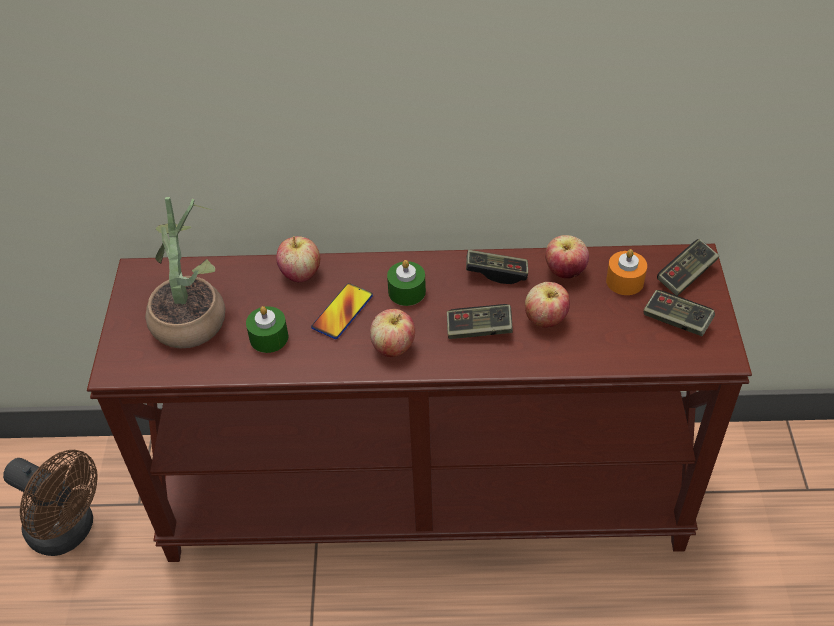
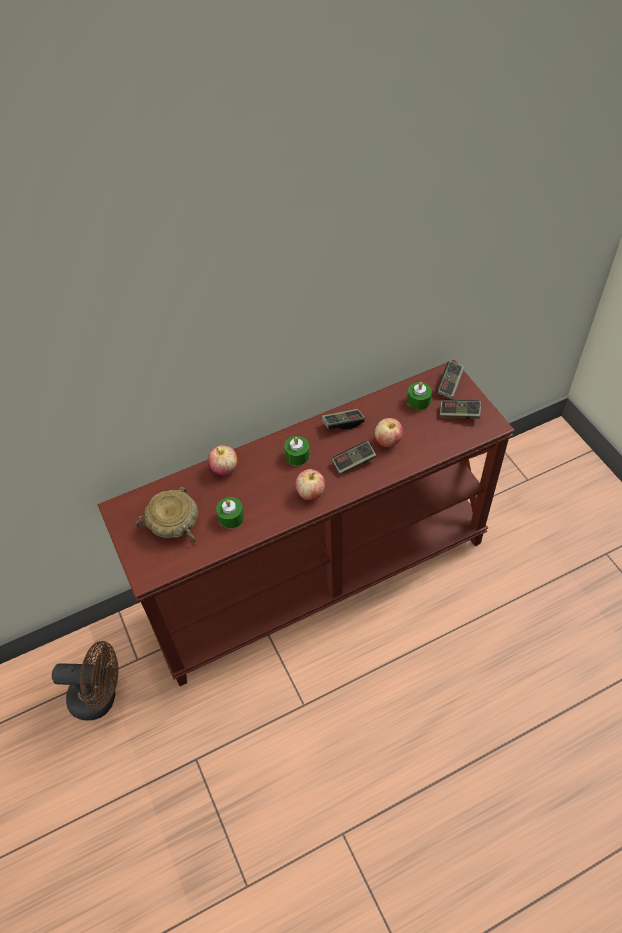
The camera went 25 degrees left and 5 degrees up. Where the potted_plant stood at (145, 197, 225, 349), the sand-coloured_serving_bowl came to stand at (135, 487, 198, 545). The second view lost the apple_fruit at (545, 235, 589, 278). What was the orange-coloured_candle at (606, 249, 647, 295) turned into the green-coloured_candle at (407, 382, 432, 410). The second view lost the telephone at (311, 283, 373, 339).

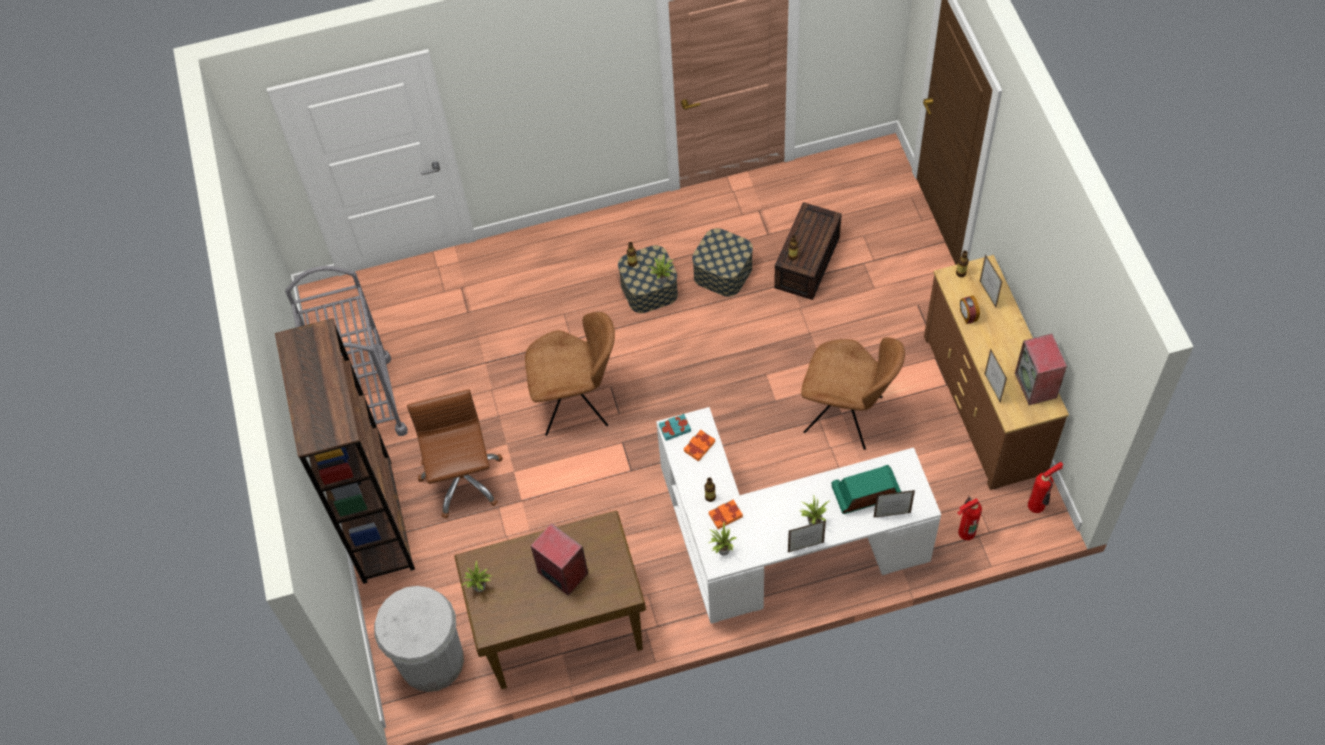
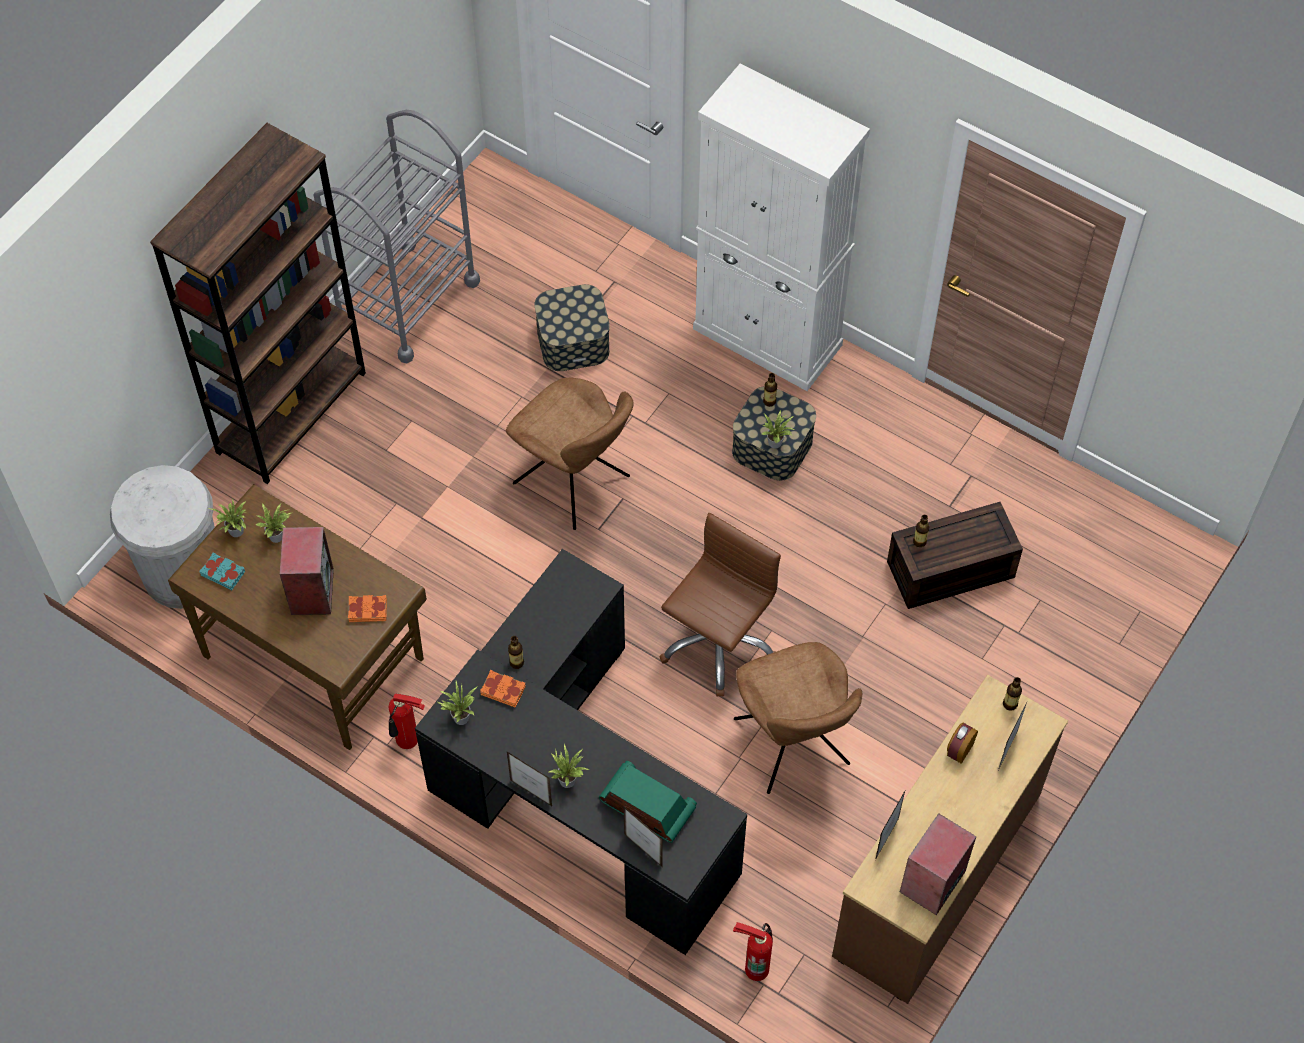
The camera went 45 degrees right and 0 degrees up. The storage_box ended up elsewhere, having gone from (692, 228, 753, 297) to (534, 284, 610, 371). The brown_desk_chair ended up elsewhere, having gone from (407, 389, 503, 519) to (659, 513, 781, 697). What was the white_desk_table at (656, 407, 941, 624) turned into the black-coloured_desk_table at (415, 549, 747, 955). The turquoise_bound_book ended up elsewhere, having gone from (659, 414, 691, 441) to (200, 552, 245, 590). The orange-coloured_bound_book ended up elsewhere, having gone from (684, 429, 715, 462) to (348, 595, 387, 622). The extinguisher ended up elsewhere, having gone from (1028, 462, 1063, 513) to (389, 693, 425, 749). The second view gained the white_cupboard at (693, 64, 870, 391). The second view gained the potted_plant at (255, 503, 291, 543).

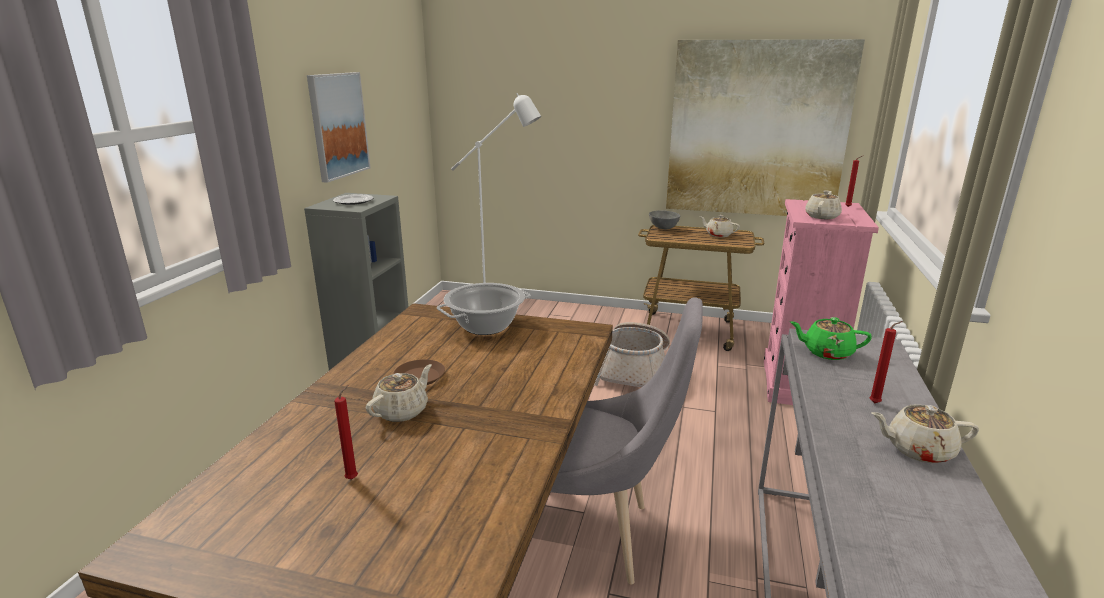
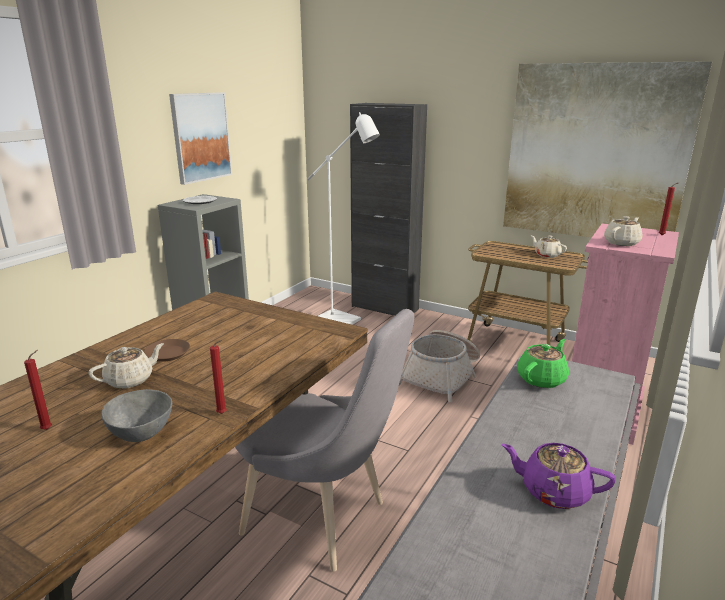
The camera went 15 degrees right and 0 degrees up. The gray_serving_bowl ended up elsewhere, having gone from (649, 210, 680, 229) to (101, 389, 172, 442). The second view lost the stockpot at (437, 283, 531, 335). The green-coloured_tea_pot at (790, 317, 872, 360) ended up facing another way, 105 degrees clockwise from before. The reddish_candle ended up elsewhere, having gone from (869, 321, 903, 403) to (210, 340, 227, 414). What was the sand-coloured_tea_pot at (871, 404, 979, 463) turned into the purple-coloured_tea_pot at (501, 443, 616, 509). The second view gained the black-coloured_cupboard at (350, 103, 427, 316).

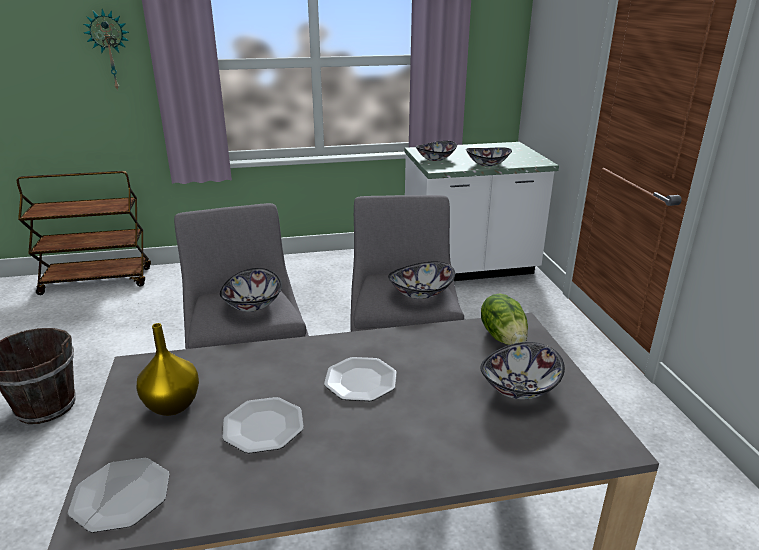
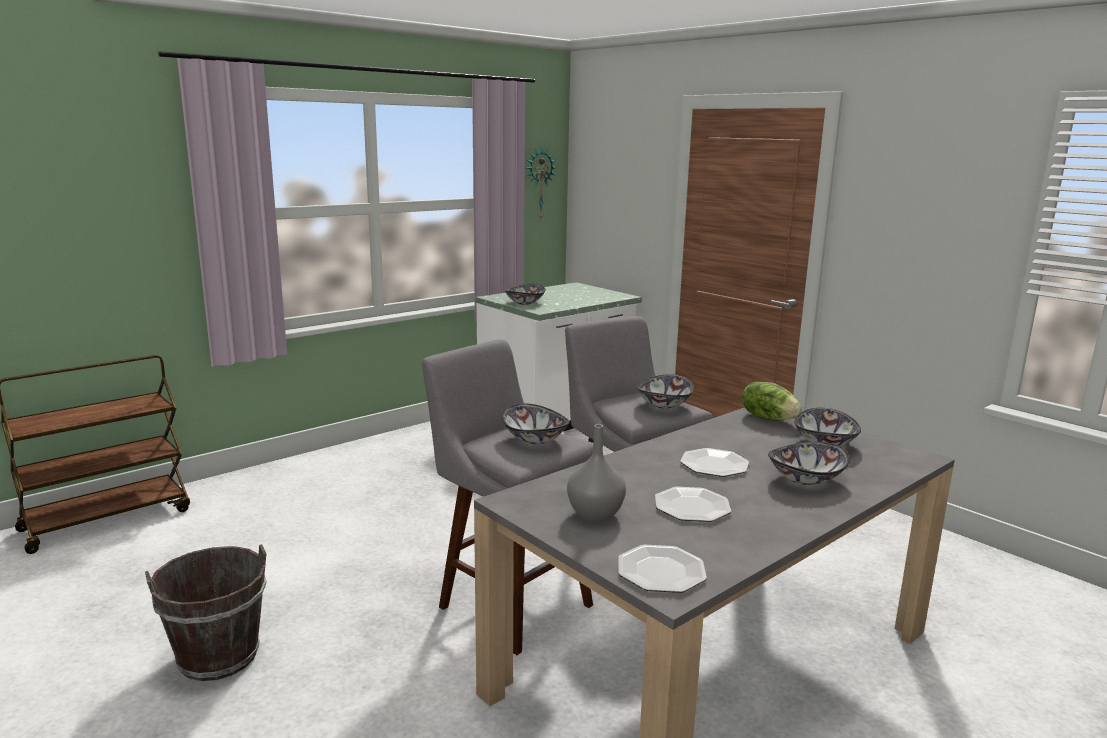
The camera went 30 degrees left and 10 degrees down. The clock_on_the_wall ended up elsewhere, having gone from (84, 9, 129, 91) to (527, 148, 557, 219). The serving_bowl ended up elsewhere, having gone from (466, 147, 512, 166) to (768, 442, 850, 485). What was the yellowish_flower_vase at (136, 323, 199, 416) turned into the gray_flower_vase at (567, 424, 626, 522).

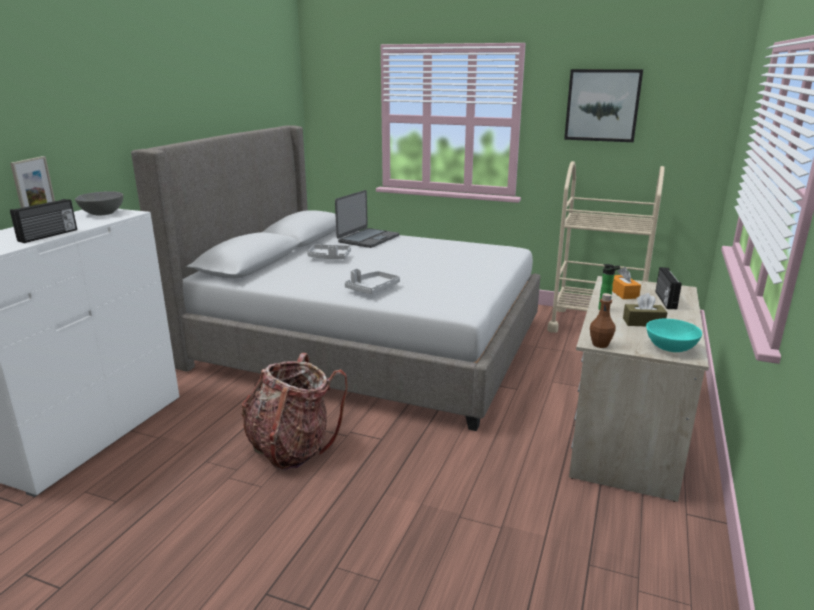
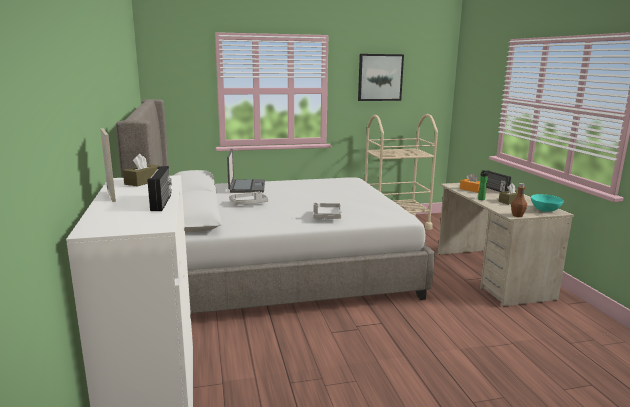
The camera went 35 degrees left and 5 degrees down. Where the gray_serving_bowl stood at (75, 191, 123, 215), the brown_tissue_holder came to stand at (123, 154, 159, 187). The second view lost the backpack at (241, 353, 348, 471).

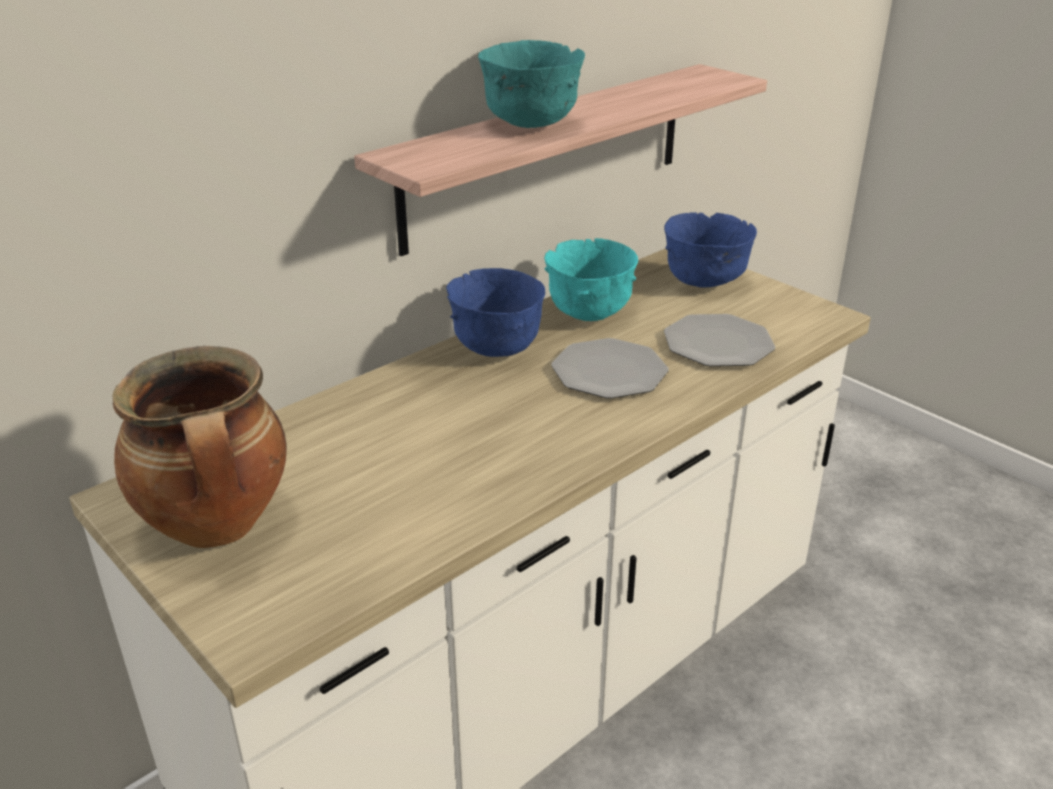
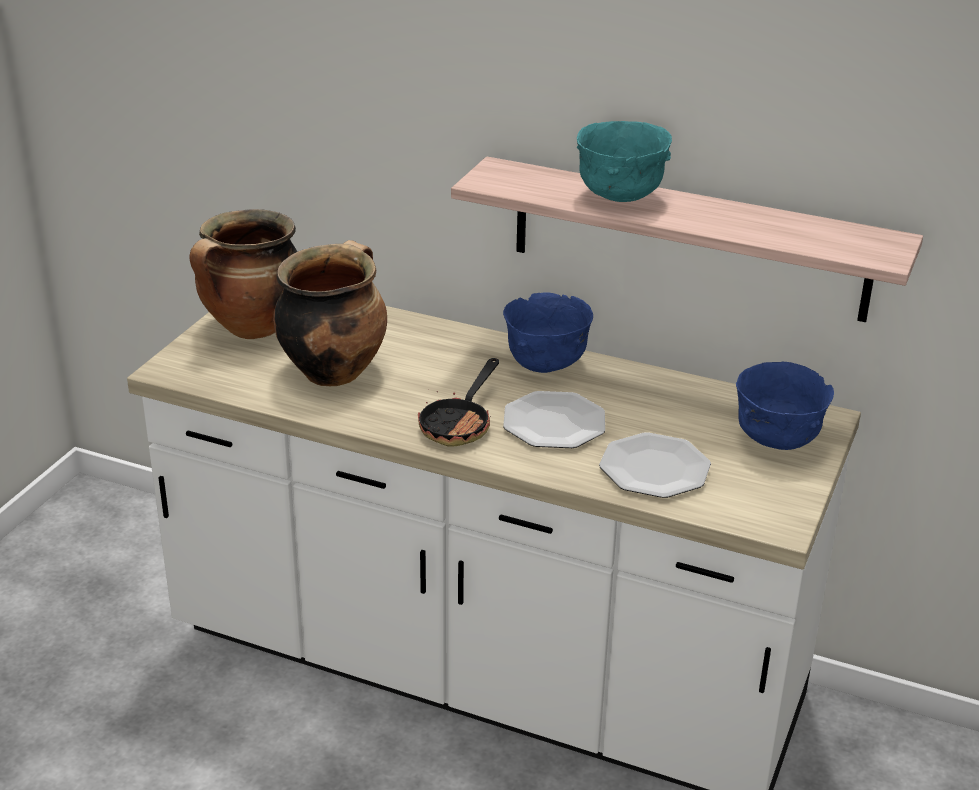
The camera went 65 degrees right and 0 degrees up. The second view lost the turquoise_serving_bowl at (544, 238, 638, 321). The second view gained the stockpot at (273, 240, 387, 386). The second view gained the skillet at (418, 358, 499, 447).

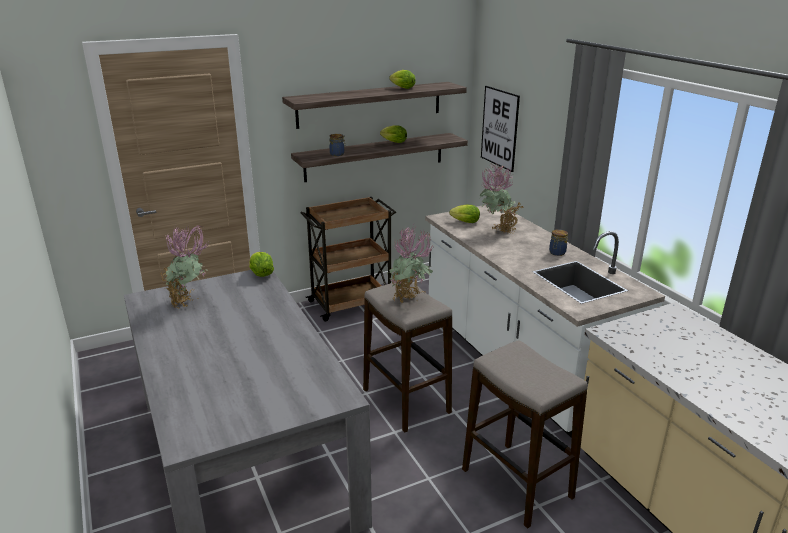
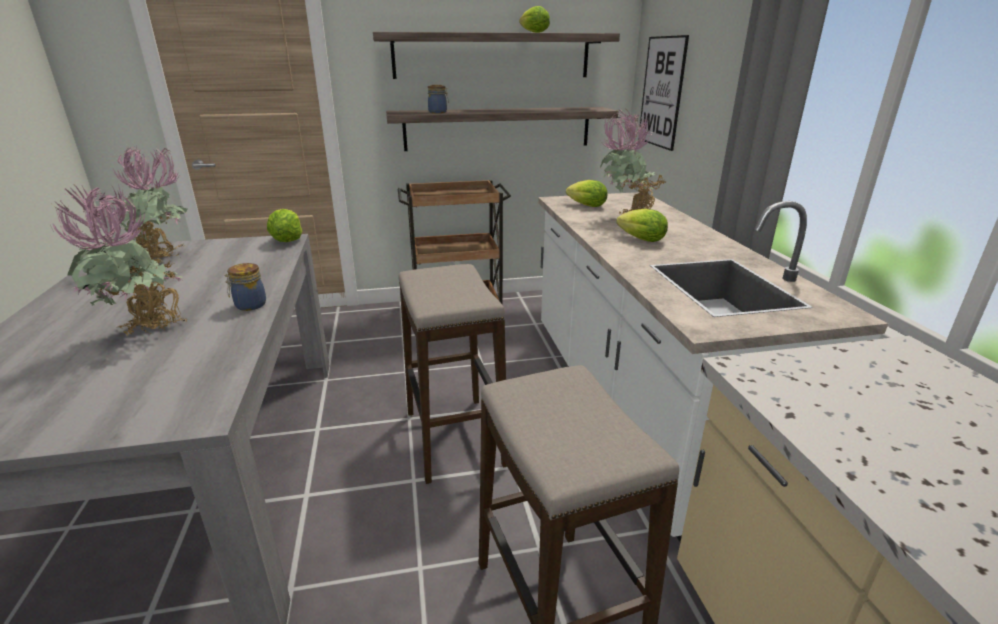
The camera went 15 degrees right and 0 degrees up. The lettuce ended up elsewhere, having gone from (380, 125, 407, 143) to (616, 209, 668, 242). The potted_plant ended up elsewhere, having gone from (387, 225, 433, 303) to (50, 184, 186, 335). The storage_jar ended up elsewhere, having gone from (549, 229, 568, 256) to (224, 263, 266, 311).

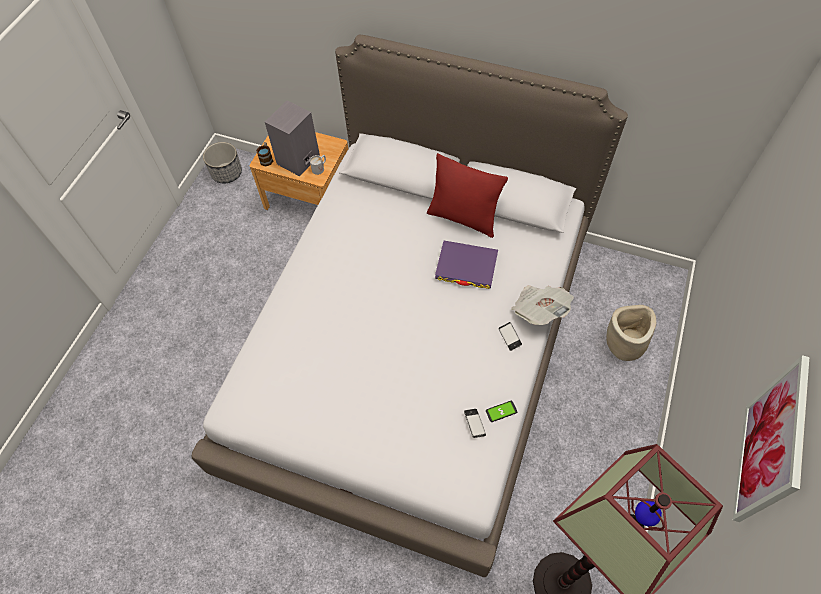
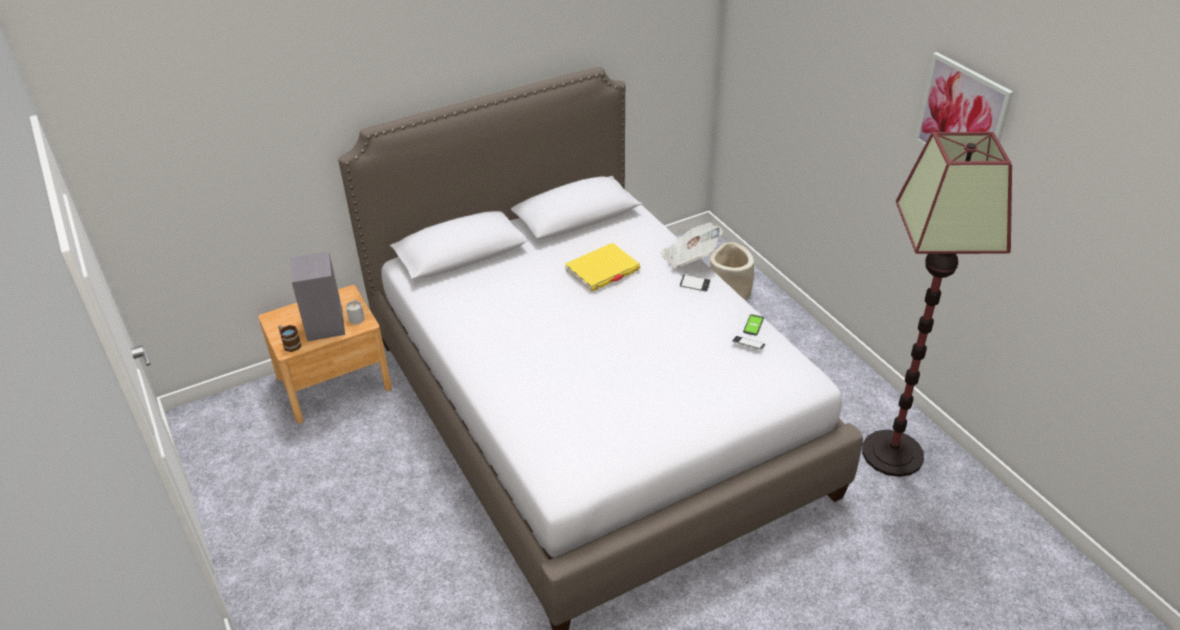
The camera went 50 degrees left and 20 degrees down. The second view lost the flower_pot at (203, 142, 242, 183). The second view lost the reddish_cushion at (427, 153, 508, 238). What was the purple-coloured_bound_book at (435, 241, 498, 289) turned into the yellowish_bound_book at (565, 243, 640, 291).

